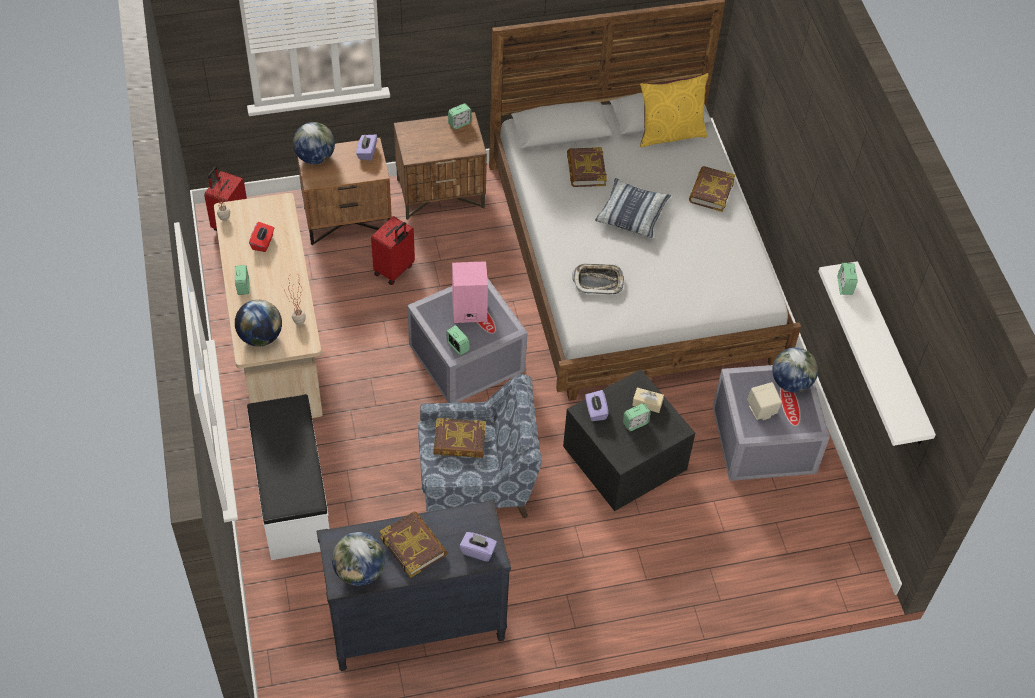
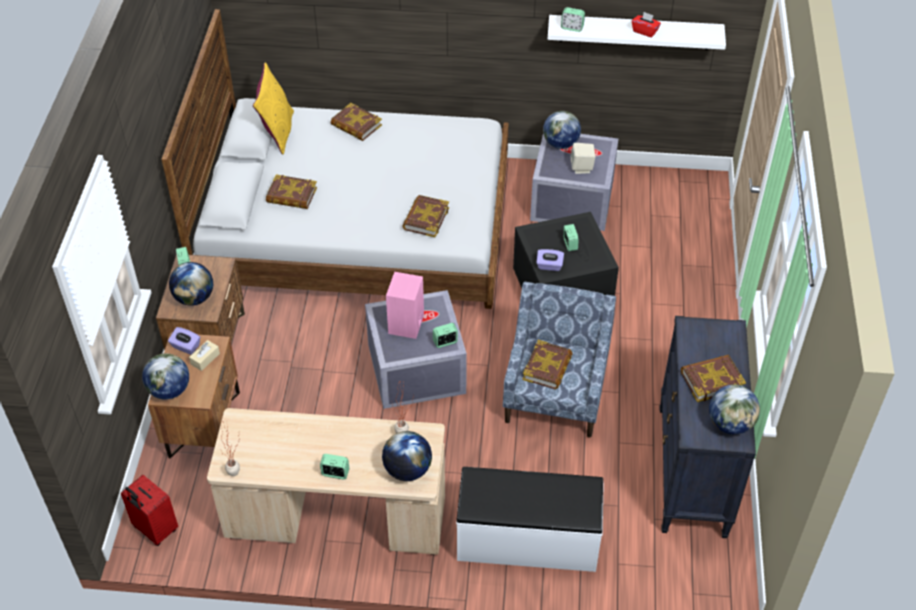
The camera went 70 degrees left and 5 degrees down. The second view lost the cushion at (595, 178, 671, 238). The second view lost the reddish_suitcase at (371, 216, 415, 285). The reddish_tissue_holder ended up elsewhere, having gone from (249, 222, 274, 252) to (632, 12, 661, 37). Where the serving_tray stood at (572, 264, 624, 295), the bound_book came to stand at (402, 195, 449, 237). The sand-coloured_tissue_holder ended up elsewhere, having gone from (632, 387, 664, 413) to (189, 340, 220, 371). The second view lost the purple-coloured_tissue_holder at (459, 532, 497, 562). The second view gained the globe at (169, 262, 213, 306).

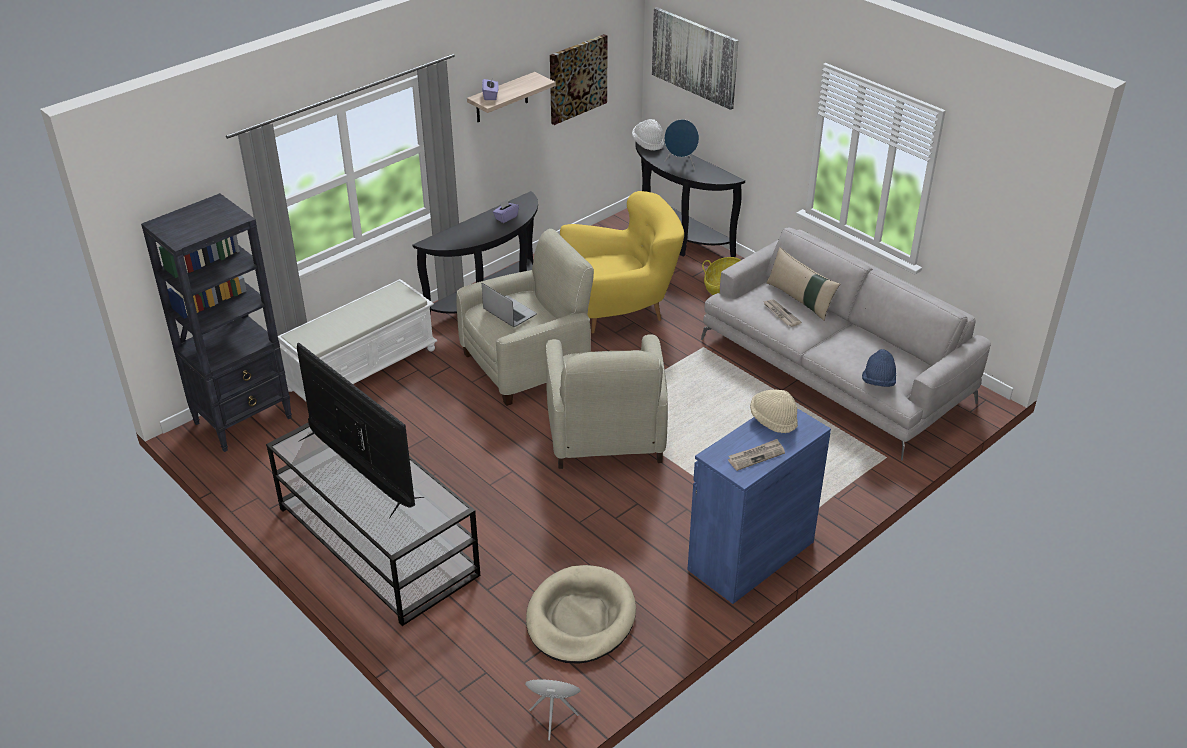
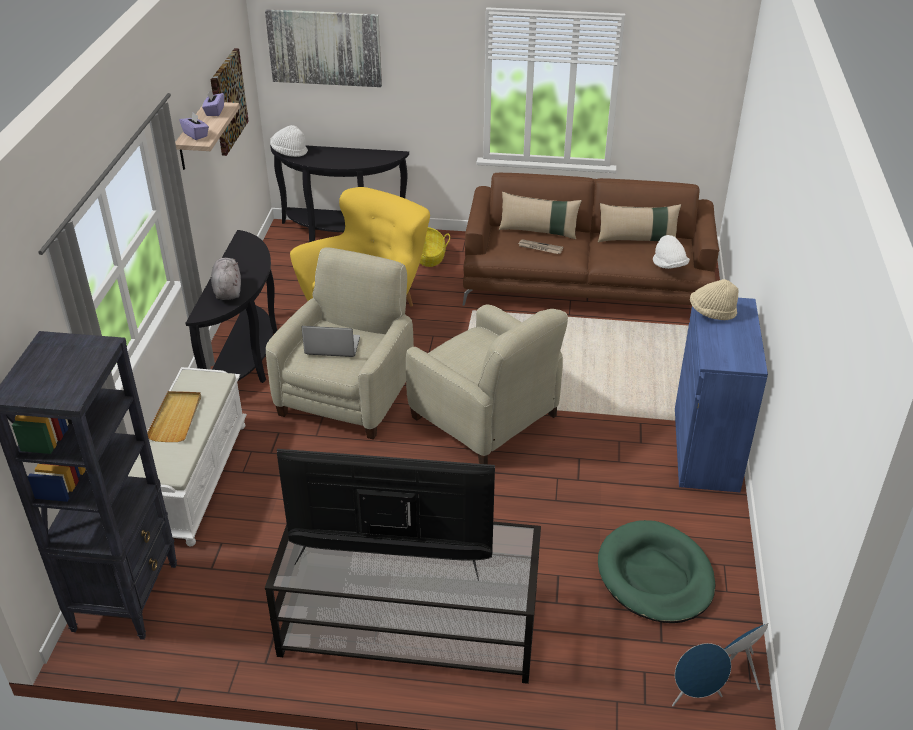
The camera went 40 degrees left and 0 degrees up. The blue_loudspeaker ended up elsewhere, having gone from (664, 119, 699, 169) to (672, 643, 731, 706). The purple-coloured_tissue_holder ended up elsewhere, having gone from (493, 199, 519, 223) to (202, 90, 224, 116). What was the gray_sofa at (701, 227, 991, 461) turned into the brown_sofa at (462, 173, 719, 306). What was the blue_wearable_hat at (862, 349, 896, 387) turned into the white_wearable_hat at (653, 235, 690, 269). The second view lost the printed_paper at (728, 439, 785, 471). What was the sand-coloured_pet_bed at (526, 565, 636, 664) turned into the green-coloured_pet_bed at (598, 520, 715, 623). The second view gained the sand-coloured_cushion at (598, 203, 681, 242). The second view gained the gray_soft_toy at (211, 258, 241, 300). The second view gained the sand-coloured_serving_tray at (147, 391, 201, 442).

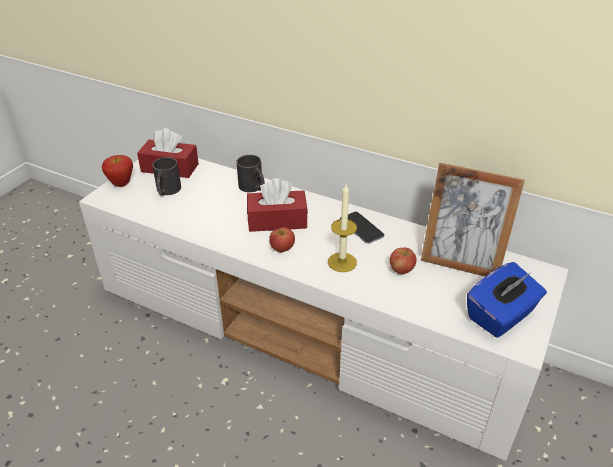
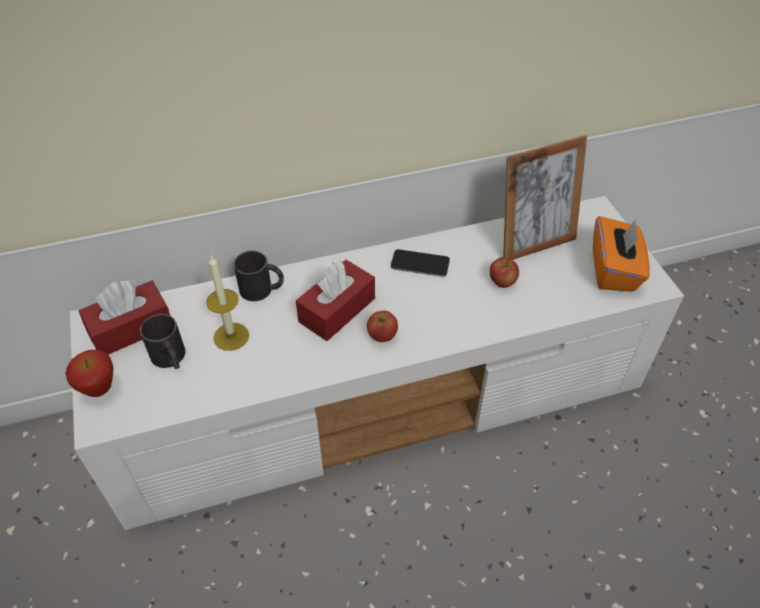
The camera went 45 degrees left and 10 degrees up. The candle ended up elsewhere, having gone from (328, 184, 357, 272) to (206, 256, 249, 351). What was the blue_tissue_holder at (467, 262, 547, 338) turned into the orange-coloured_tissue_holder at (593, 216, 650, 292).

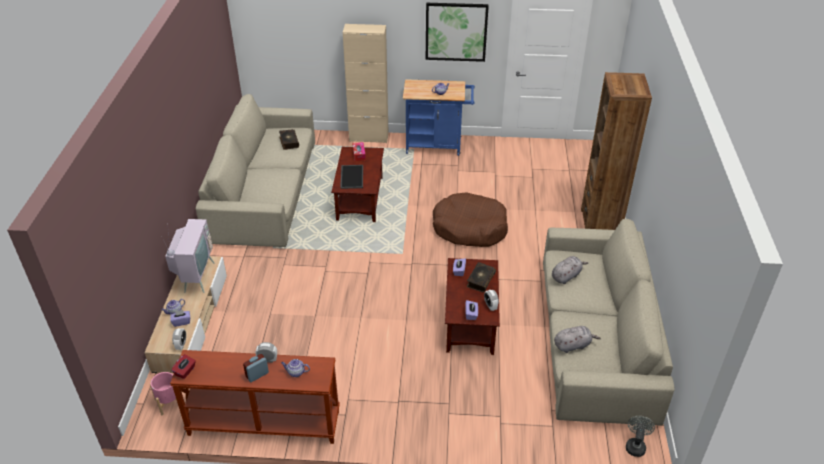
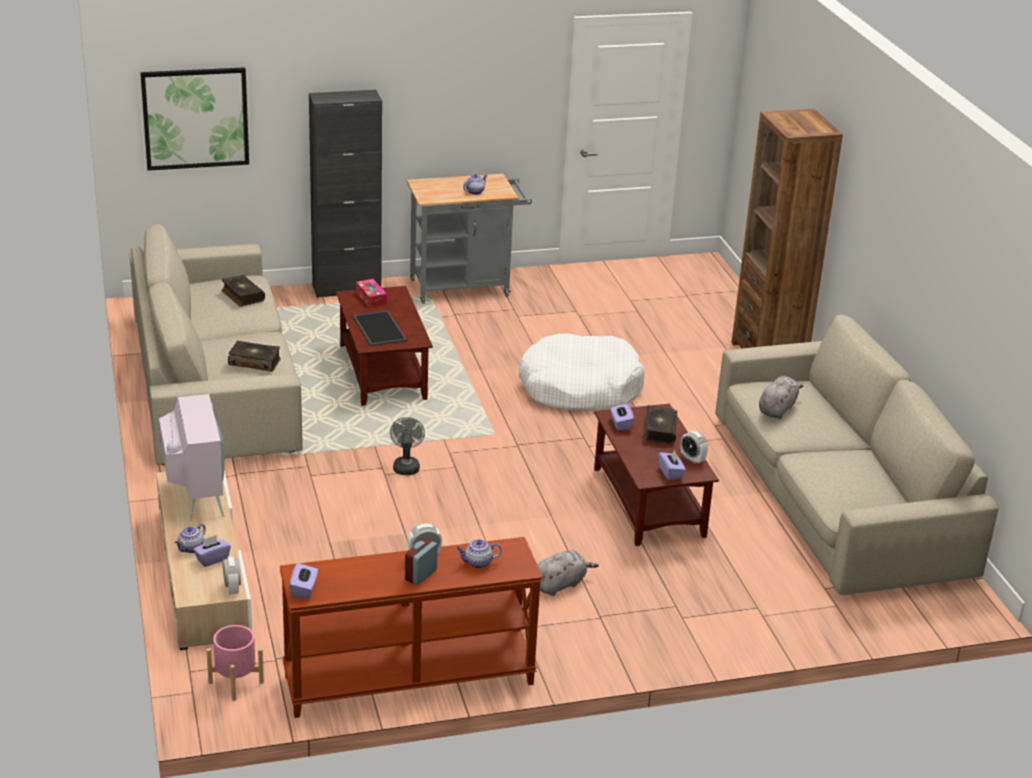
The camera went 20 degrees left and 10 degrees down. The wall_art ended up elsewhere, having gone from (426, 3, 489, 62) to (140, 67, 249, 171). What was the sand-coloured_cupboard at (343, 24, 389, 143) turned into the black-coloured_cupboard at (309, 90, 382, 298). What was the blue_wheeled_cart at (403, 79, 475, 156) turned into the gray_wheeled_cart at (407, 174, 532, 304). What was the brown_pet_bed at (433, 192, 508, 247) turned into the white_pet_bed at (518, 333, 645, 411). The gray_soft_toy ended up elsewhere, having gone from (554, 326, 601, 353) to (537, 550, 599, 596). What was the reddish_tissue_holder at (171, 354, 196, 379) turned into the purple-coloured_tissue_holder at (289, 563, 318, 599). The gray_electric_fan ended up elsewhere, having gone from (626, 416, 655, 457) to (390, 417, 425, 475). The second view gained the bound_book at (228, 341, 281, 372).

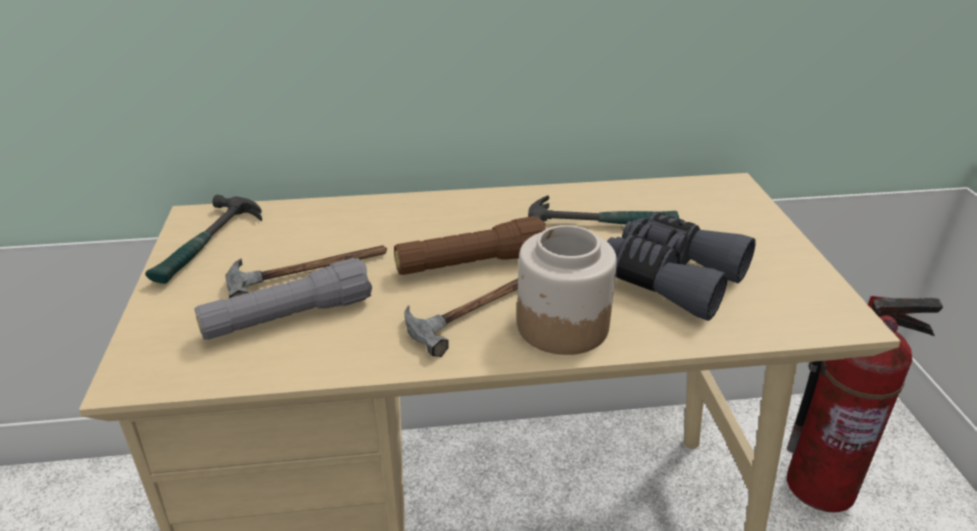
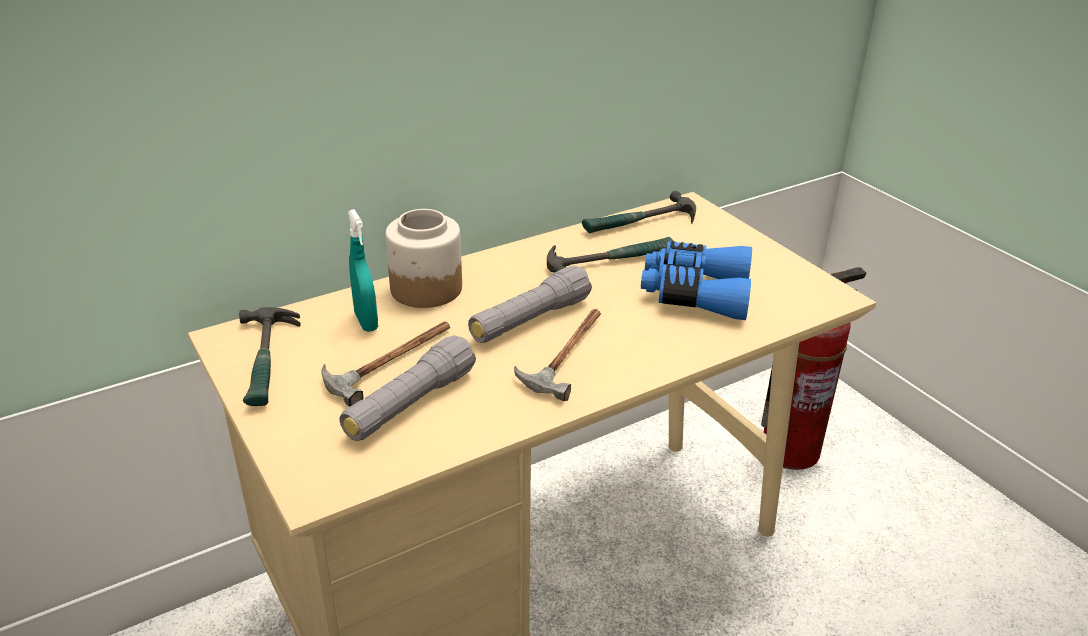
The camera went 25 degrees left and 0 degrees up. What was the gray_field_glasses at (607, 212, 756, 321) turned into the blue_field_glasses at (641, 241, 752, 320). What was the brown_flashlight at (394, 216, 546, 275) turned into the gray_flashlight at (468, 266, 592, 343). The storage_jar ended up elsewhere, having gone from (517, 225, 617, 355) to (385, 209, 462, 308). The second view gained the hammer at (582, 191, 696, 233). The second view gained the turquoise_hand_sprayer at (348, 209, 378, 332).

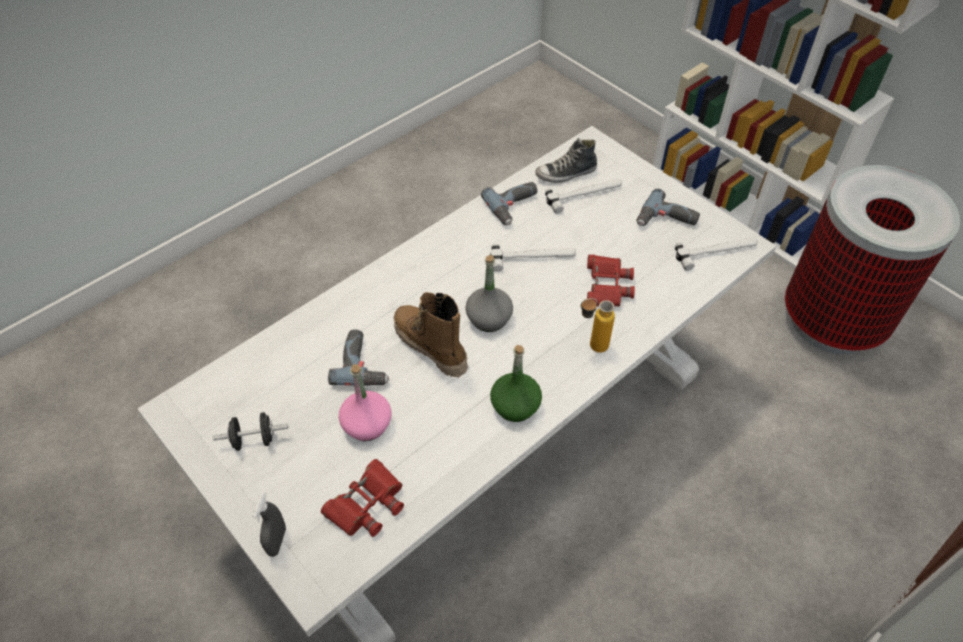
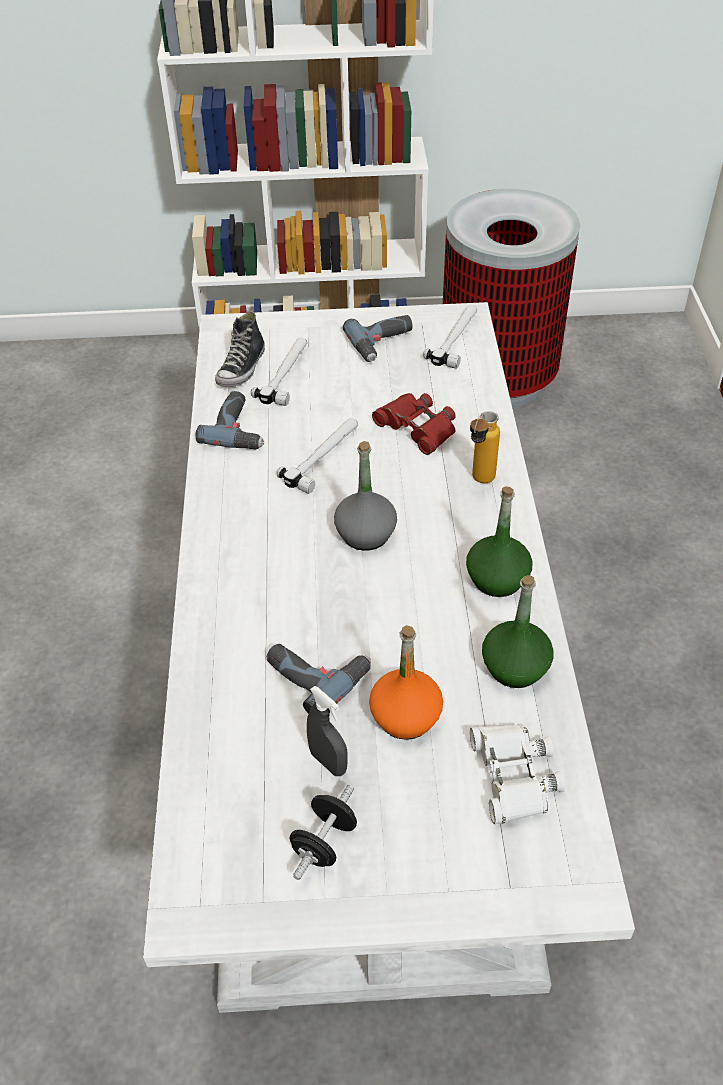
The camera went 50 degrees left and 5 degrees down. The second view lost the tall_boot at (394, 292, 468, 377). What was the pink-coloured_drink_bottle at (339, 364, 392, 441) turned into the orange-coloured_drink_bottle at (369, 625, 443, 740). What was the reddish_field_glasses at (321, 459, 404, 537) turned into the white_field_glasses at (470, 724, 565, 824). The gray_hand_sprayer ended up elsewhere, having gone from (252, 492, 286, 557) to (307, 686, 348, 776). The second view gained the green-coloured_drink_bottle at (482, 575, 553, 688).

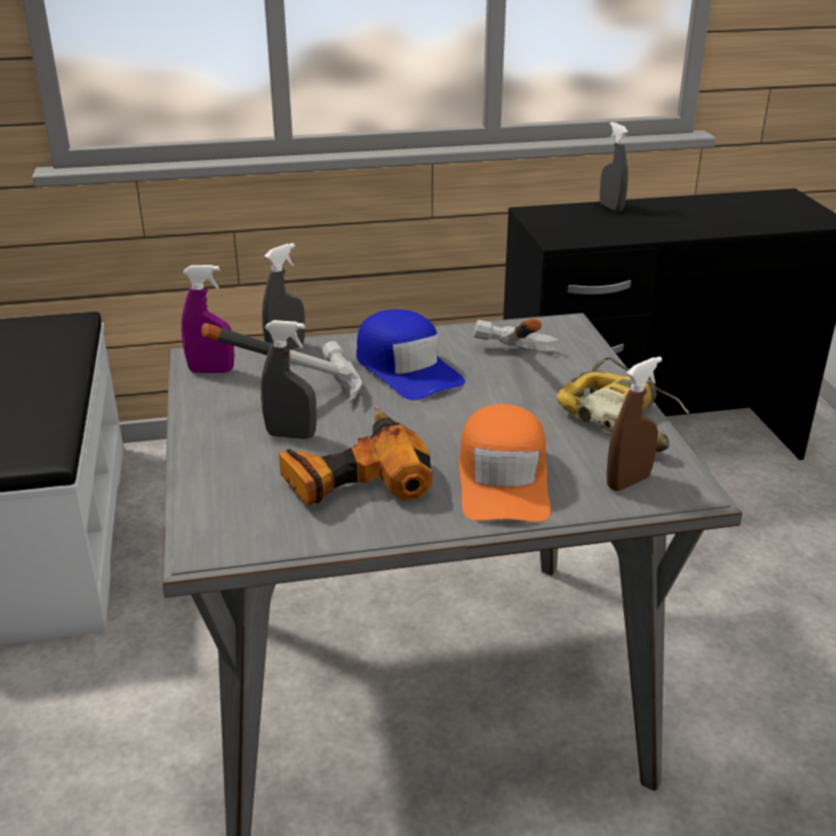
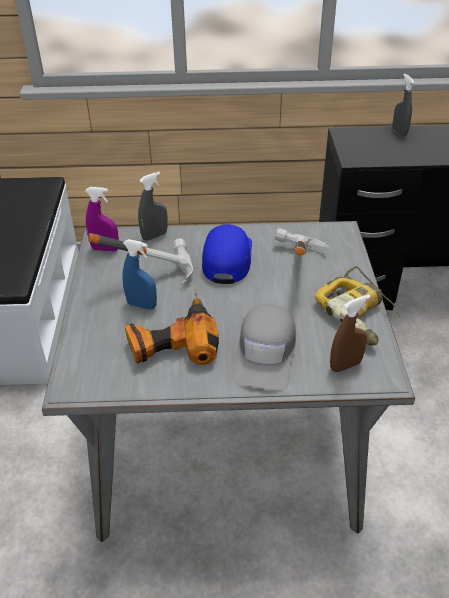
The camera went 10 degrees right and 10 degrees up. The blue_baseball_cap at (356, 309, 465, 400) ended up facing another way, 150 degrees counterclockwise from before. What was the gray_hand_sprayer at (261, 320, 317, 439) turned into the blue_hand_sprayer at (122, 239, 157, 310). What was the orange-coloured_baseball_cap at (459, 404, 551, 522) turned into the gray_baseball_cap at (233, 304, 296, 391).

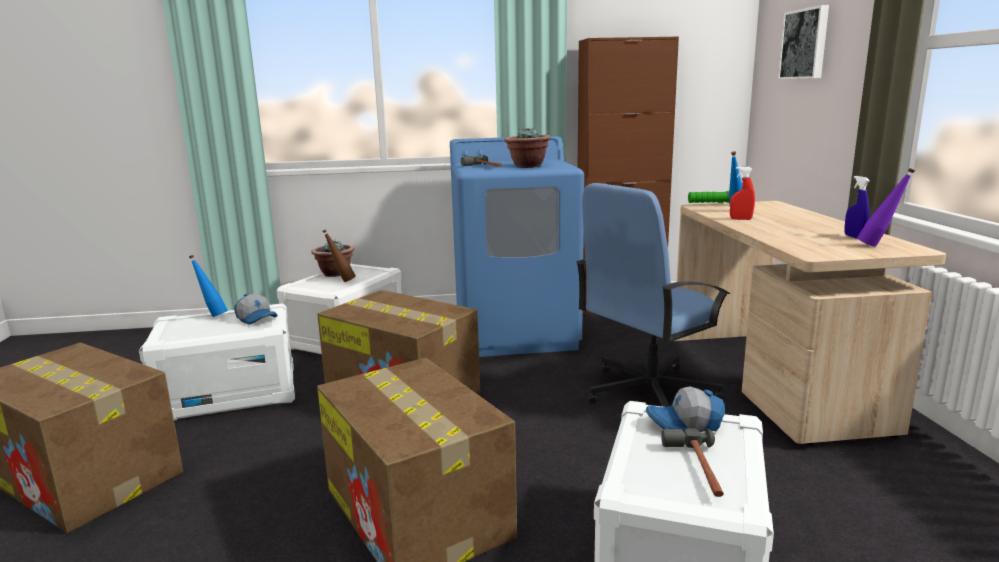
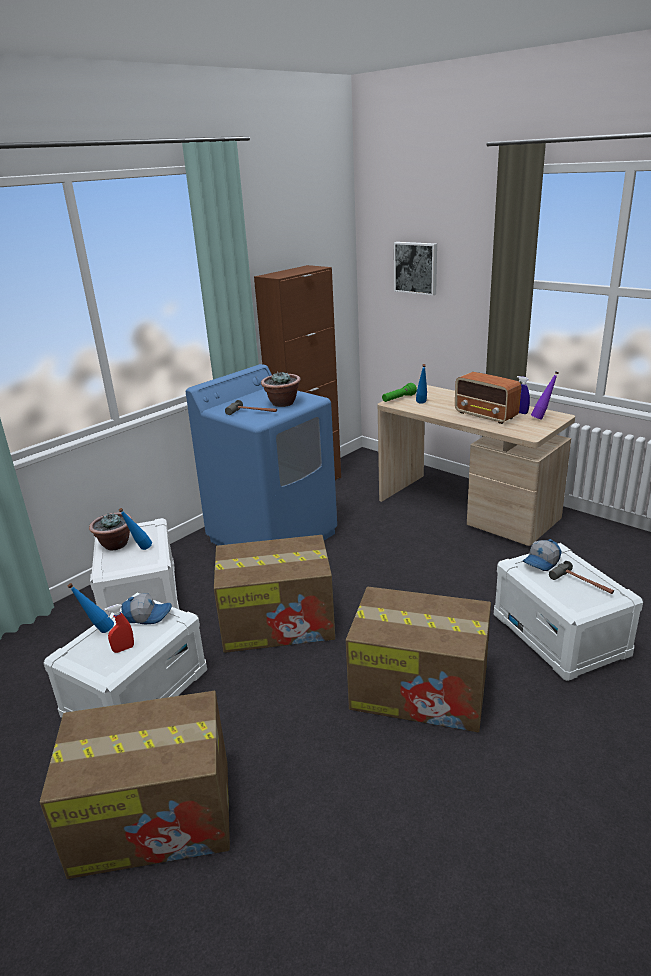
The camera went 40 degrees left and 10 degrees up. The reddish_hand_sprayer ended up elsewhere, having gone from (730, 166, 755, 220) to (104, 604, 134, 653). The second view lost the blue_desk_chair at (576, 183, 730, 407). What was the brown_drink_bottle at (322, 229, 356, 282) turned into the blue_drink_bottle at (119, 508, 152, 550). The second view gained the radio_receiver at (455, 372, 521, 424).

